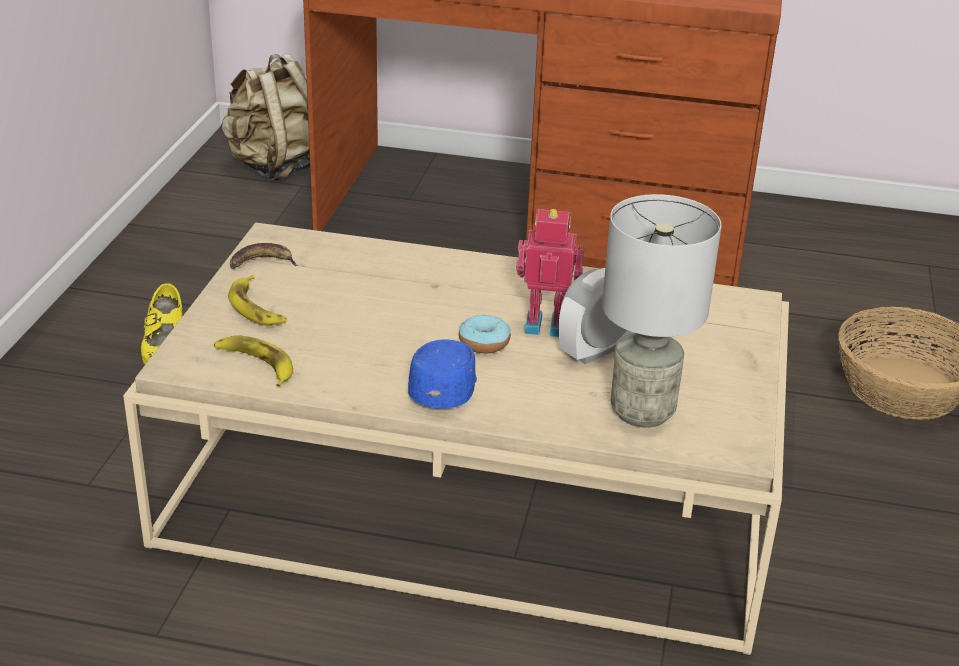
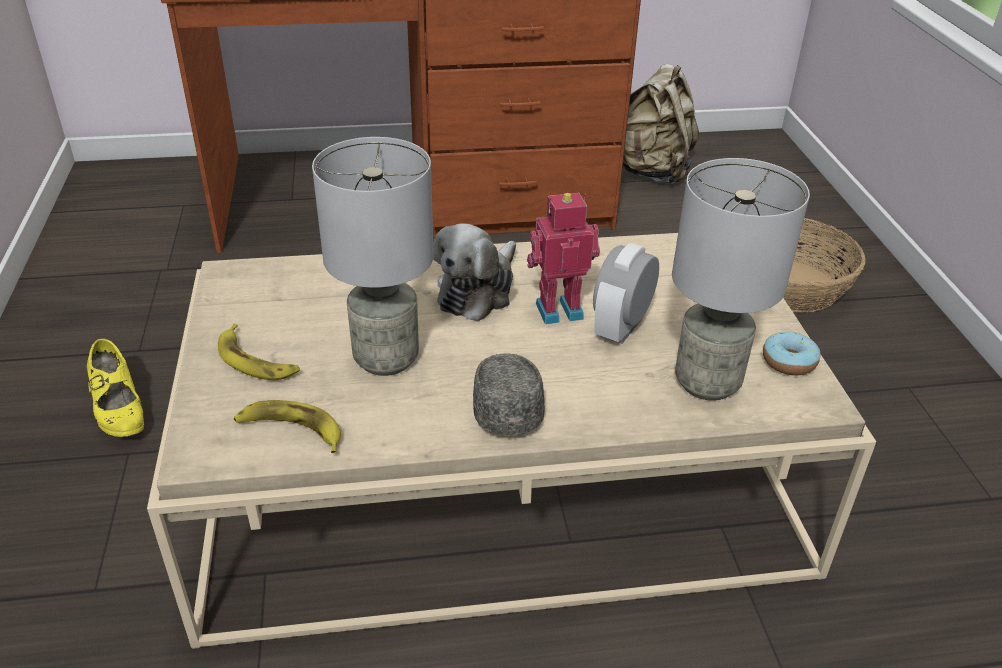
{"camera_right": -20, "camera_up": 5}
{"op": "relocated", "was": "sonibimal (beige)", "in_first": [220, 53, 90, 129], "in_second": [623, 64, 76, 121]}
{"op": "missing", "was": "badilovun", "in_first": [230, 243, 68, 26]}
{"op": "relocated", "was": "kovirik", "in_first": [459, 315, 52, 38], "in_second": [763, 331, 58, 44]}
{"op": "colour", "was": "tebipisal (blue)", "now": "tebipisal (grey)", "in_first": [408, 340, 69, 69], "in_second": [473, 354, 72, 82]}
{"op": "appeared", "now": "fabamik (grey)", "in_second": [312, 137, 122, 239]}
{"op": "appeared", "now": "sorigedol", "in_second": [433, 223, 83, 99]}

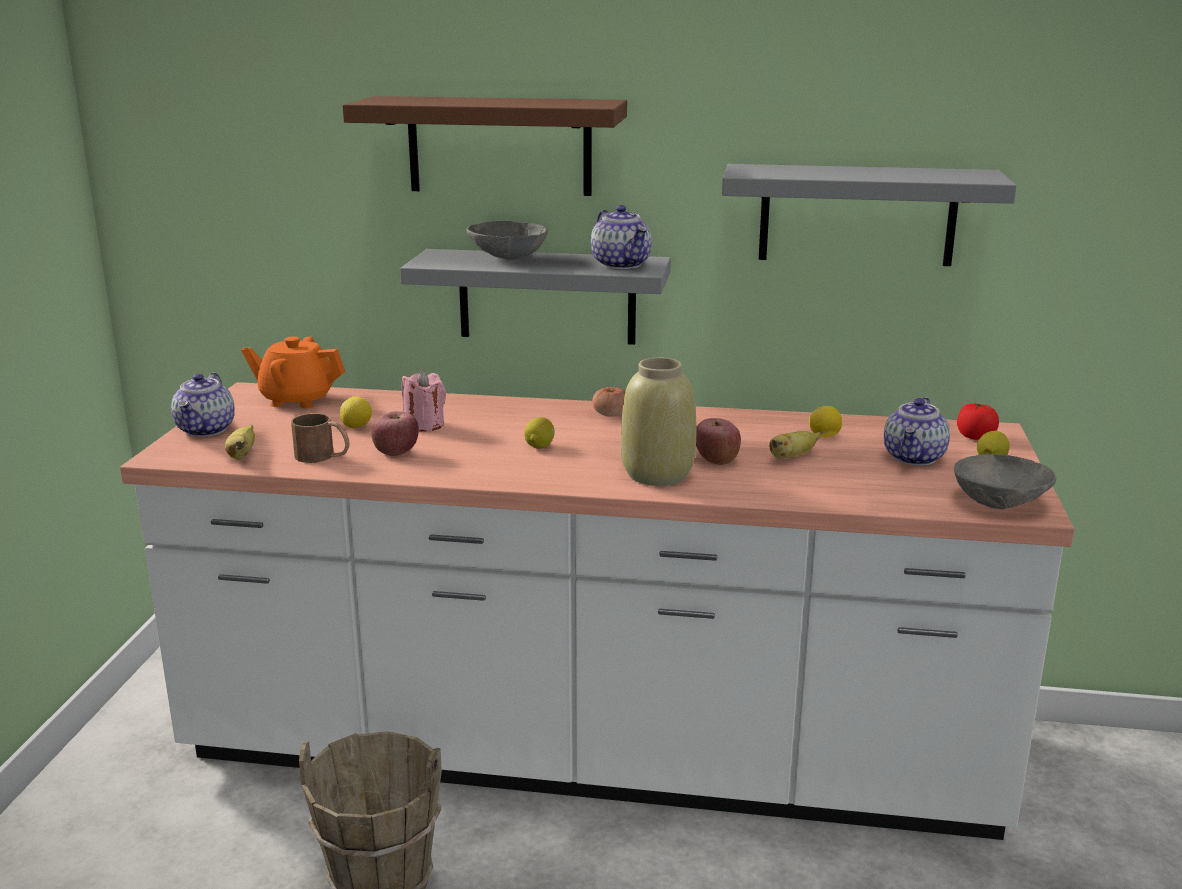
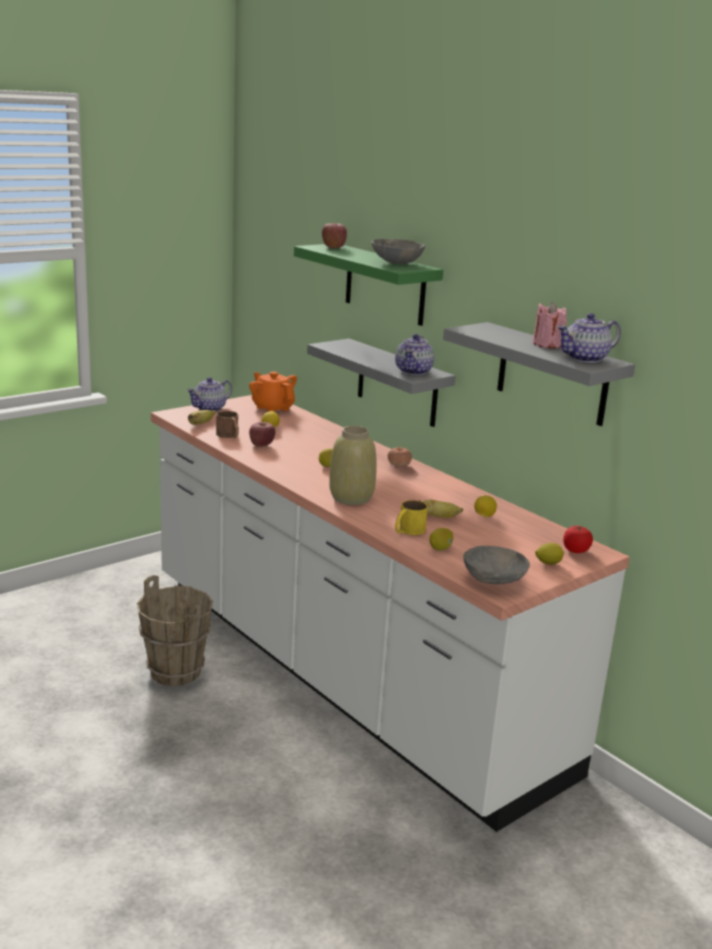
{"camera_right": 40, "camera_up": 0}
{"op": "colour", "was": "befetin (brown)", "now": "befetin (green)", "in_first": [343, 96, 284, 100], "in_second": [294, 244, 149, 82]}
{"op": "relocated", "was": "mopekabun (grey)", "in_first": [466, 221, 82, 39], "in_second": [371, 239, 54, 25]}
{"op": "relocated", "was": "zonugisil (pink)", "in_first": [402, 370, 44, 62], "in_second": [533, 302, 34, 46]}
{"op": "relocated", "was": "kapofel", "in_first": [884, 397, 66, 68], "in_second": [557, 313, 64, 50]}
{"op": "relocated", "was": "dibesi", "in_first": [696, 418, 45, 47], "in_second": [322, 223, 25, 25]}
{"op": "appeared", "now": "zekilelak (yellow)", "in_second": [395, 500, 33, 35]}
{"op": "appeared", "now": "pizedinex", "in_second": [429, 528, 24, 23]}

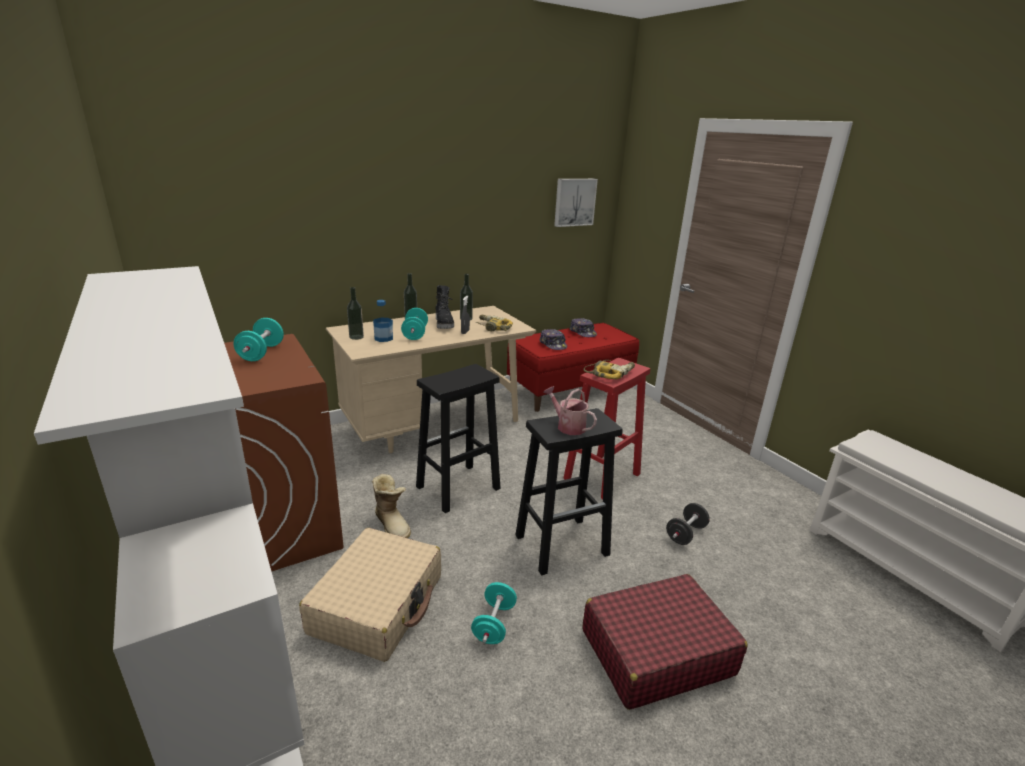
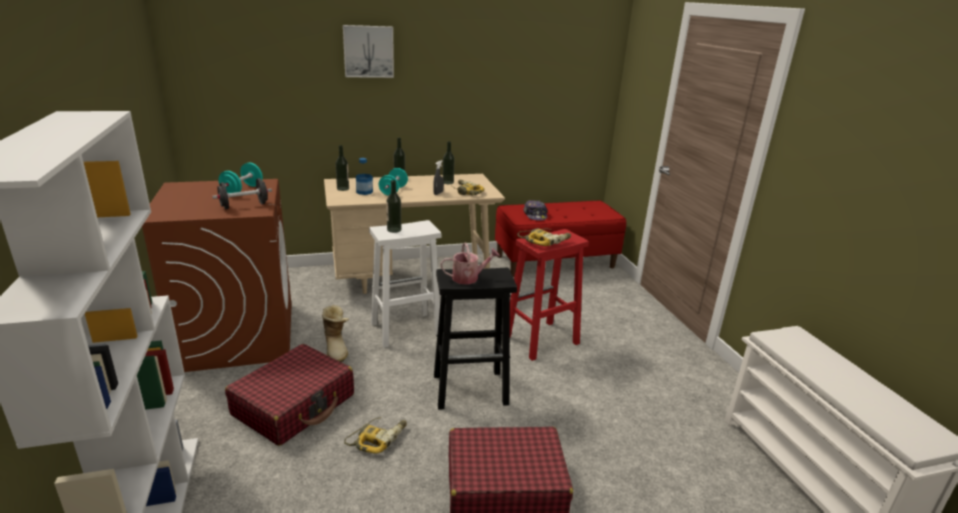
{"camera_right": 15, "camera_up": 0}
{"op": "relocated", "was": "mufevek", "in_first": [554, 179, 44, 48], "in_second": [343, 25, 51, 53]}
{"op": "missing", "was": "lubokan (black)", "in_first": [435, 285, 19, 44]}
{"op": "missing", "was": "tebipisal", "in_first": [569, 318, 28, 19]}
{"op": "colour", "was": "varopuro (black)", "now": "varopuro (white)", "in_first": [416, 364, 84, 149], "in_second": [369, 220, 72, 128]}
{"op": "spun", "was": "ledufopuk", "in_first": [543, 386, 54, 49], "in_second": [441, 242, 59, 43], "clockwise": 105}
{"op": "relocated", "was": "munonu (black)", "in_first": [666, 503, 44, 42], "in_second": [212, 178, 60, 31]}
{"op": "colour", "was": "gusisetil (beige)", "now": "gusisetil (red)", "in_first": [299, 528, 142, 134], "in_second": [225, 344, 129, 102]}
{"op": "exchanged", "was": "munonu (turquoise)", "now": "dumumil", "in_first": [471, 582, 46, 62], "in_second": [344, 417, 63, 37]}
{"op": "appeared", "now": "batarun", "in_second": [386, 180, 15, 53]}

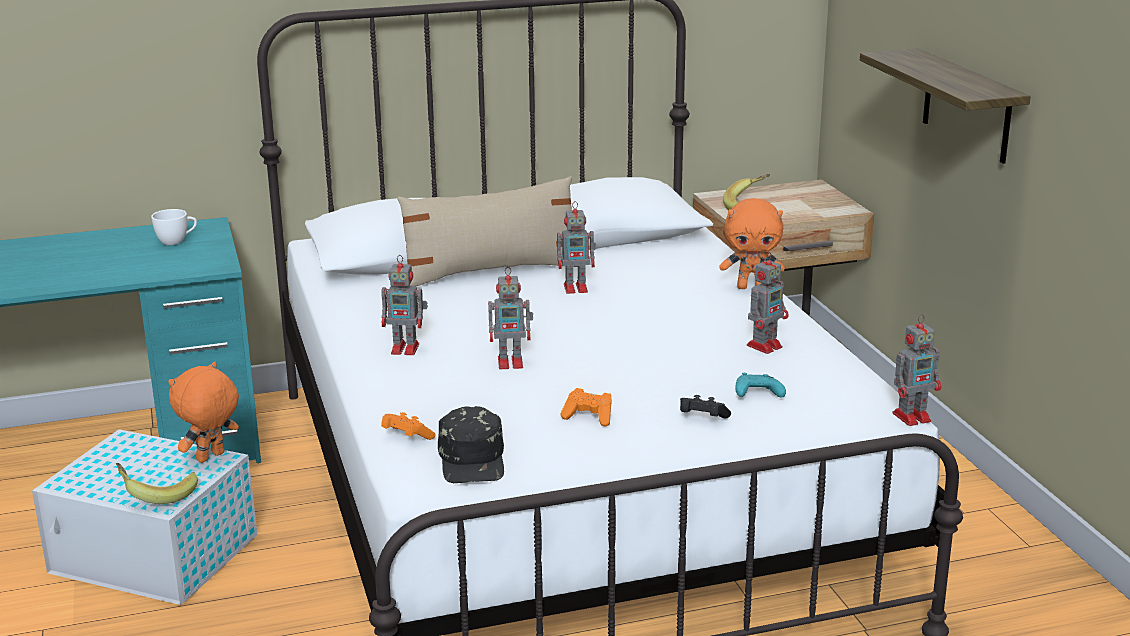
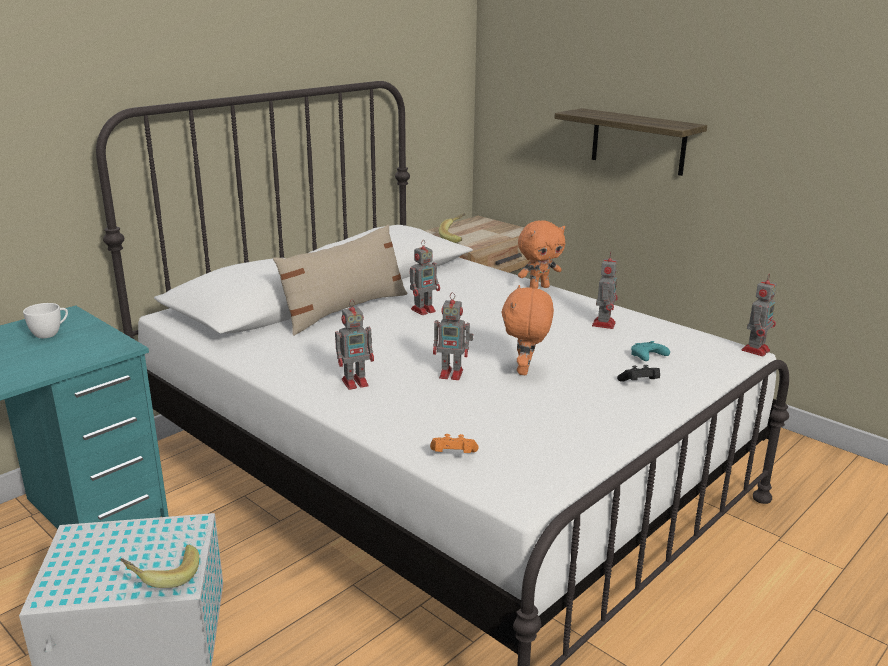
{"camera_right": -30, "camera_up": 0}
{"op": "spun", "was": "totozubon", "in_first": [488, 267, 45, 102], "in_second": [433, 293, 40, 87], "clockwise": 45}
{"op": "relocated", "was": "sorigedol (orange)", "in_first": [168, 362, 71, 101], "in_second": [502, 285, 52, 90]}
{"op": "missing", "was": "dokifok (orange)", "in_first": [560, 388, 52, 38]}
{"op": "missing", "was": "tebipisal (black)", "in_first": [438, 406, 66, 77]}

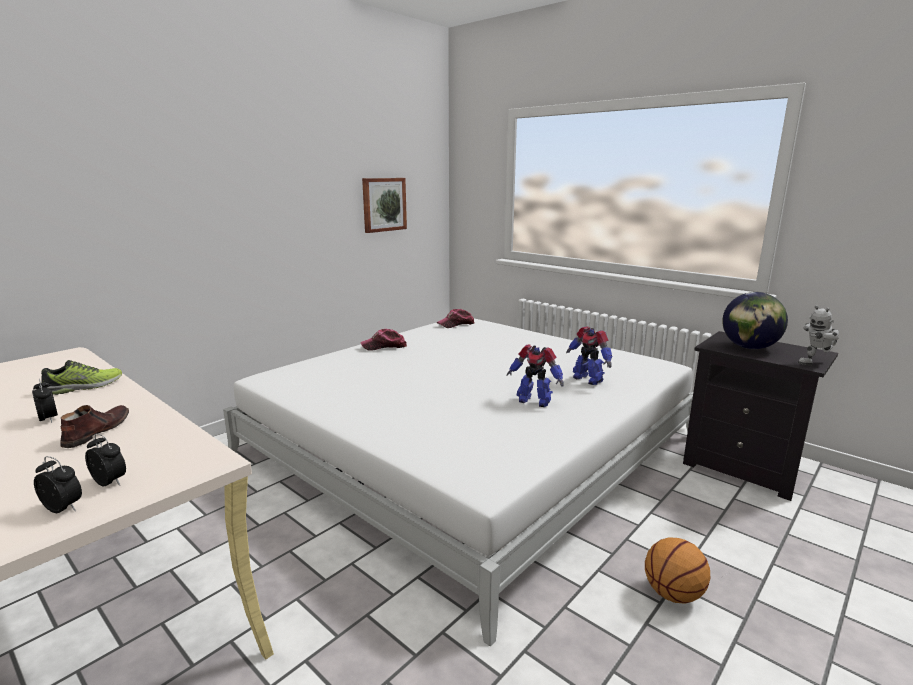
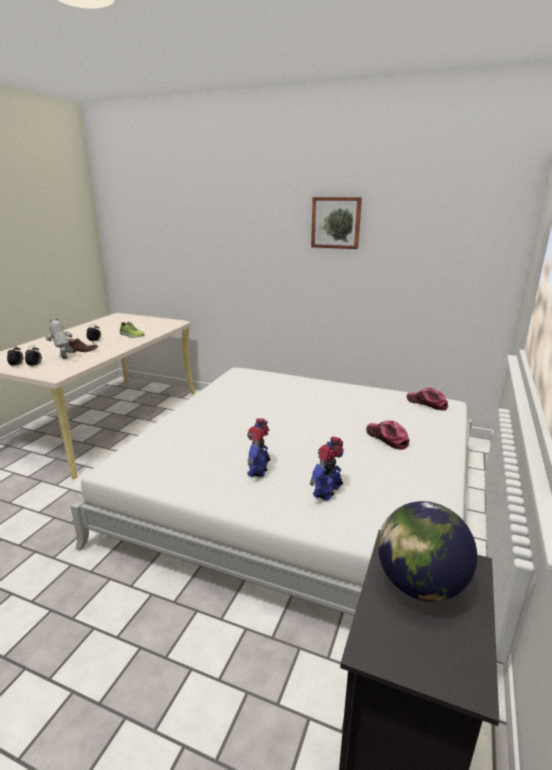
{"camera_right": 70, "camera_up": 5}
{"op": "relocated", "was": "mufevek", "in_first": [362, 178, 45, 55], "in_second": [311, 197, 51, 52]}
{"op": "relocated", "was": "totozubon", "in_first": [798, 305, 41, 60], "in_second": [45, 318, 29, 40]}
{"op": "relocated", "was": "tebipisal", "in_first": [360, 329, 47, 22], "in_second": [366, 420, 43, 30]}
{"op": "missing", "was": "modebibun", "in_first": [645, 537, 65, 67]}

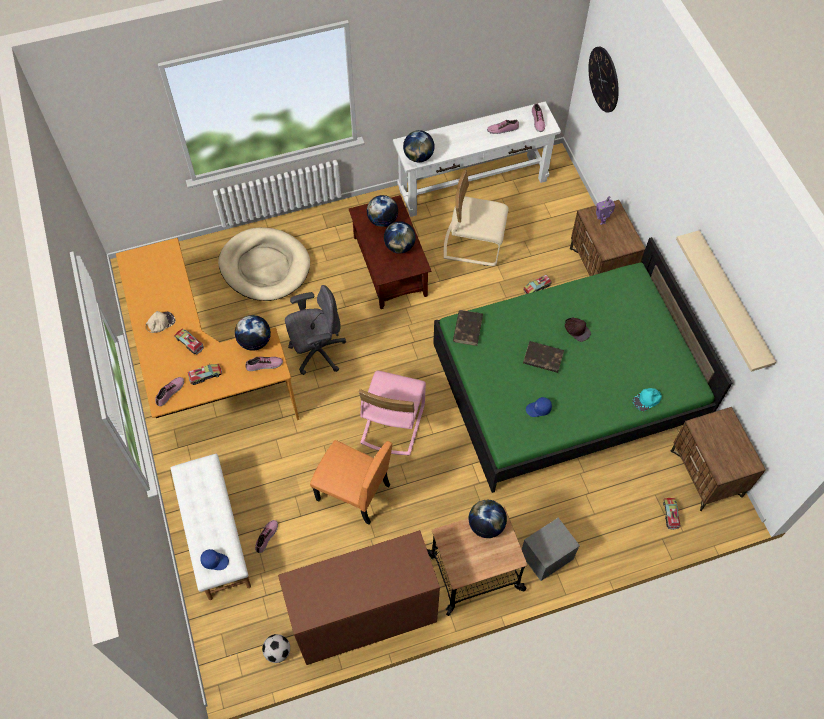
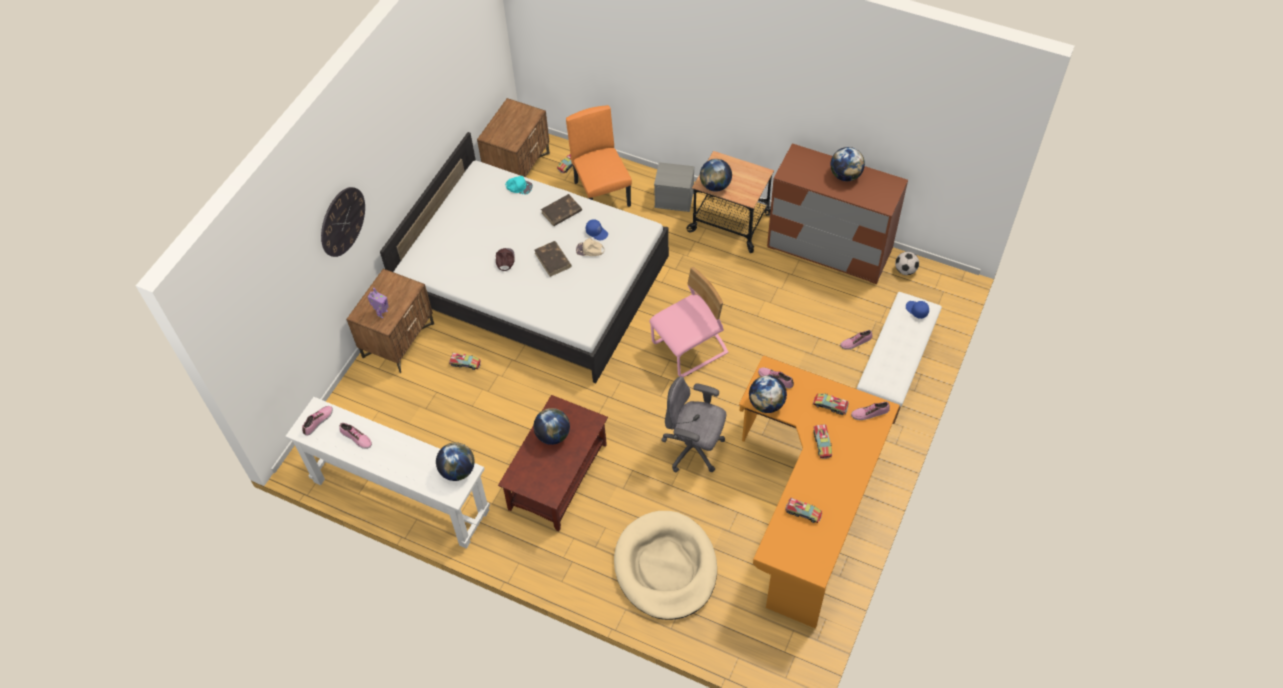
{"camera_right": -135, "camera_up": -5}
{"op": "relocated", "was": "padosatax", "in_first": [588, 47, 31, 66], "in_second": [321, 187, 44, 70]}
{"op": "missing", "was": "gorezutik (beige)", "in_first": [444, 170, 64, 96]}
{"op": "relocated", "was": "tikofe", "in_first": [367, 195, 31, 32], "in_second": [830, 147, 35, 34]}
{"op": "missing", "was": "befetin (beige)", "in_first": [676, 230, 100, 142]}
{"op": "colour", "was": "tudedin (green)", "now": "tudedin (white)", "in_first": [433, 237, 299, 256], "in_second": [380, 132, 289, 252]}
{"op": "relocated", "was": "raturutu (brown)", "in_first": [453, 310, 30, 36], "in_second": [541, 194, 41, 32]}
{"op": "relocated", "was": "tebipisal (beige)", "in_first": [146, 311, 29, 22], "in_second": [576, 238, 29, 18]}
{"op": "relocated", "was": "gorezutik (orange)", "in_first": [310, 440, 82, 84], "in_second": [566, 105, 66, 102]}
{"op": "appeared", "now": "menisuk", "in_second": [785, 497, 37, 26]}

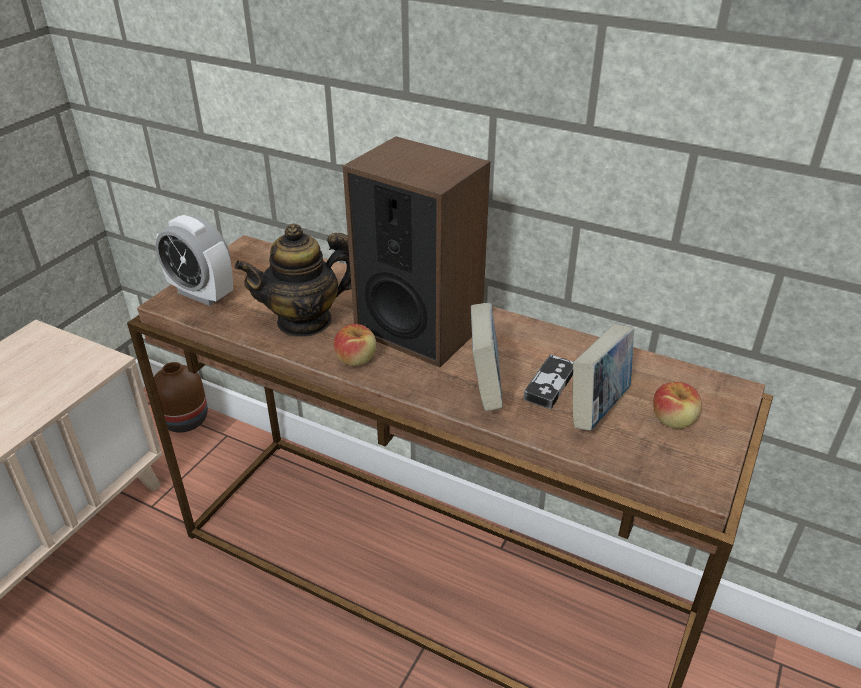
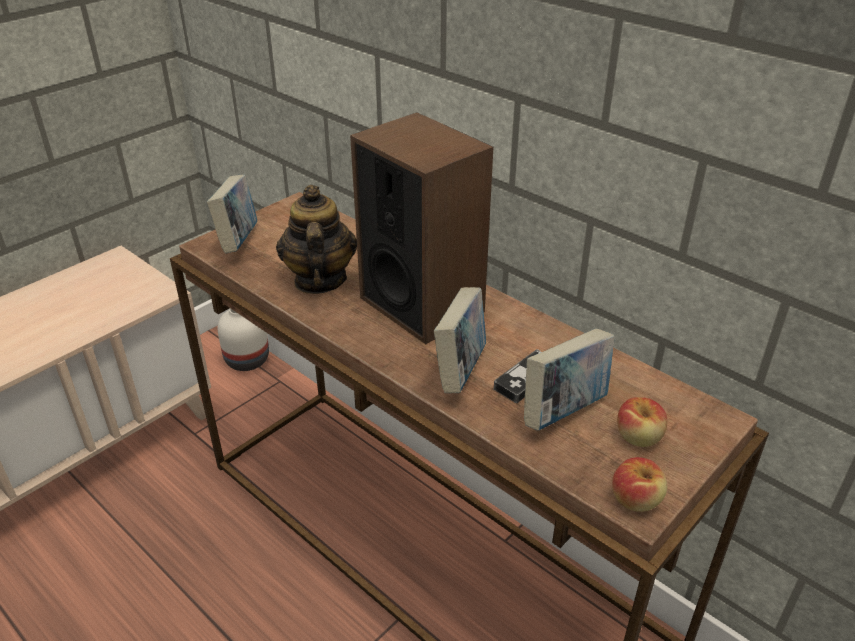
{"camera_right": 15, "camera_up": 0}
{"op": "exchanged", "was": "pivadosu", "now": "raturutu", "in_first": [155, 215, 78, 91], "in_second": [207, 174, 50, 79]}
{"op": "spun", "was": "kapofel", "in_first": [235, 223, 116, 114], "in_second": [276, 185, 81, 109], "clockwise": 90}
{"op": "relocated", "was": "dibesi", "in_first": [334, 324, 42, 42], "in_second": [612, 457, 55, 55]}
{"op": "colour", "was": "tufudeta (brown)", "now": "tufudeta (white)", "in_first": [154, 362, 54, 71], "in_second": [217, 308, 52, 63]}

